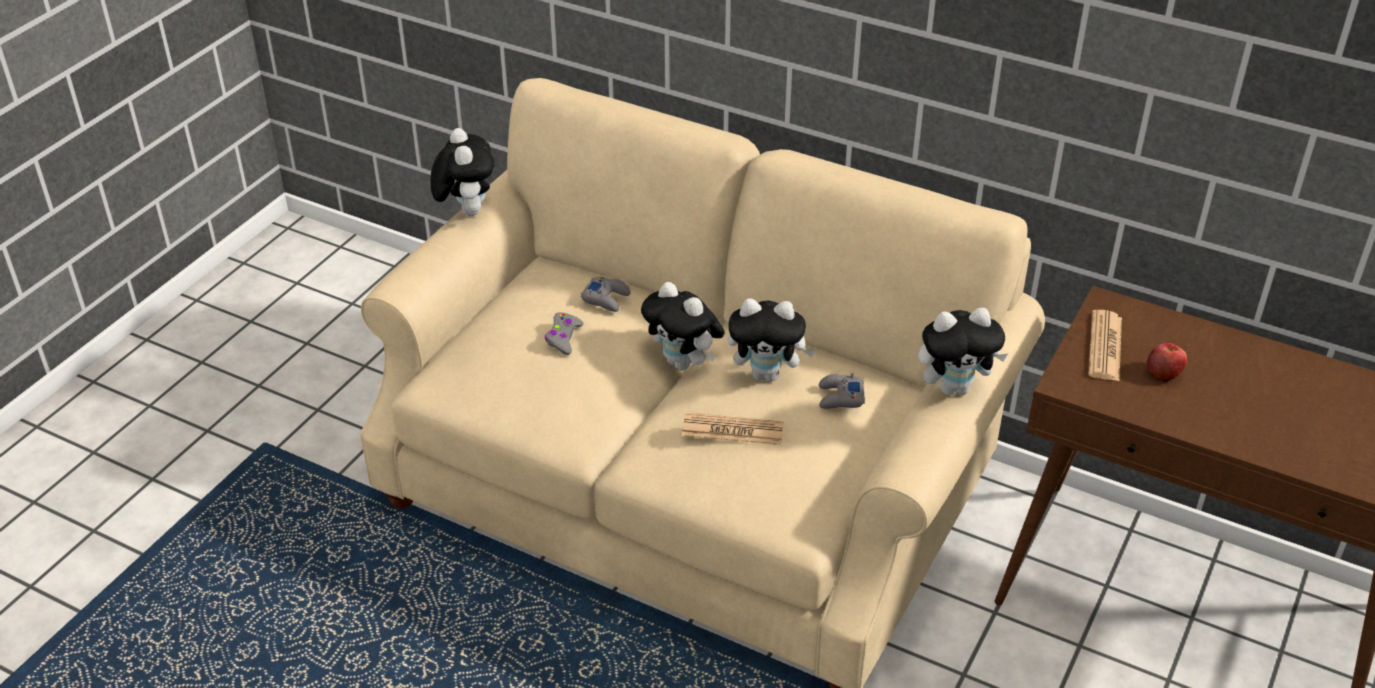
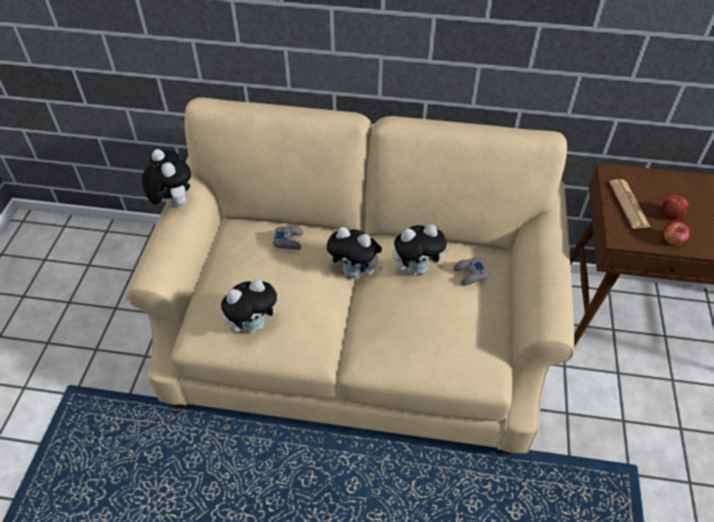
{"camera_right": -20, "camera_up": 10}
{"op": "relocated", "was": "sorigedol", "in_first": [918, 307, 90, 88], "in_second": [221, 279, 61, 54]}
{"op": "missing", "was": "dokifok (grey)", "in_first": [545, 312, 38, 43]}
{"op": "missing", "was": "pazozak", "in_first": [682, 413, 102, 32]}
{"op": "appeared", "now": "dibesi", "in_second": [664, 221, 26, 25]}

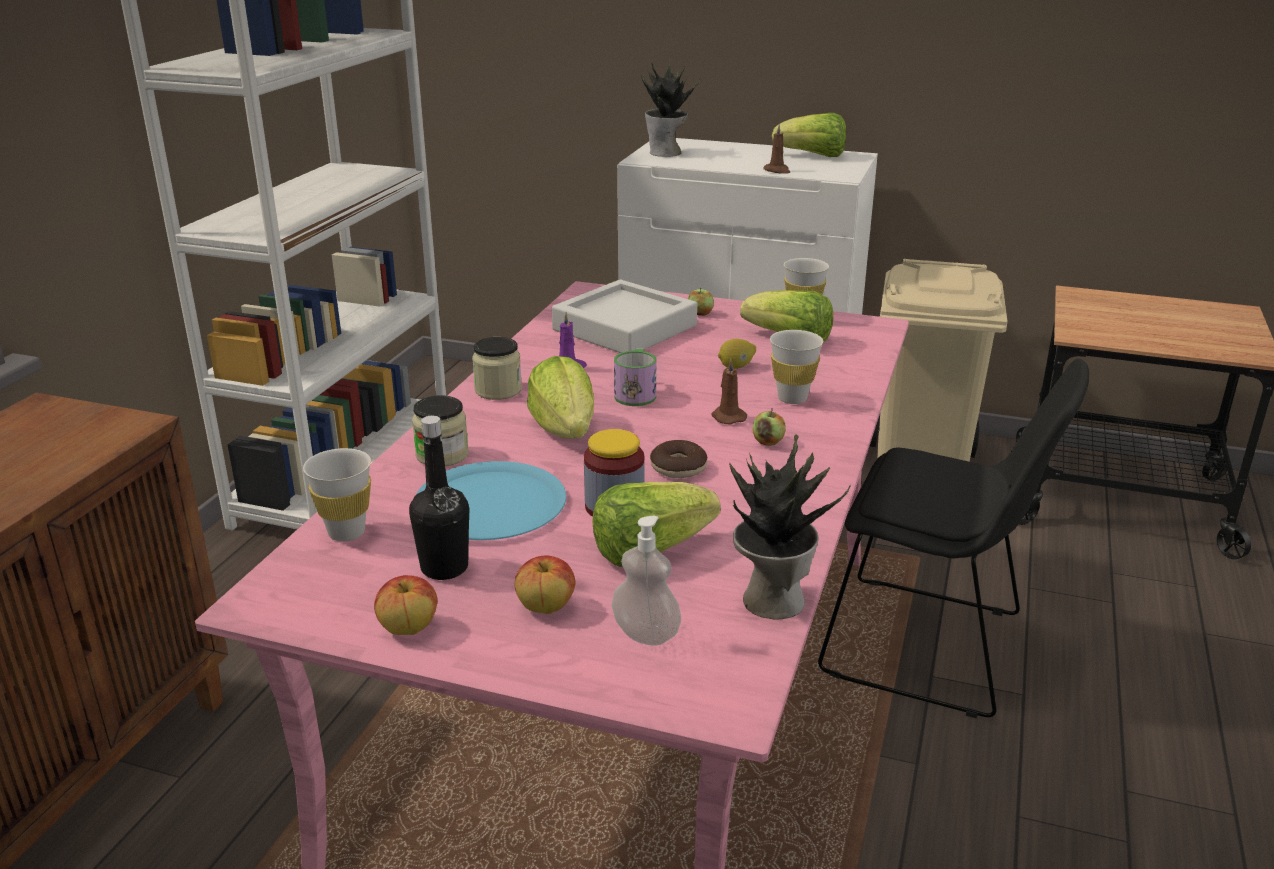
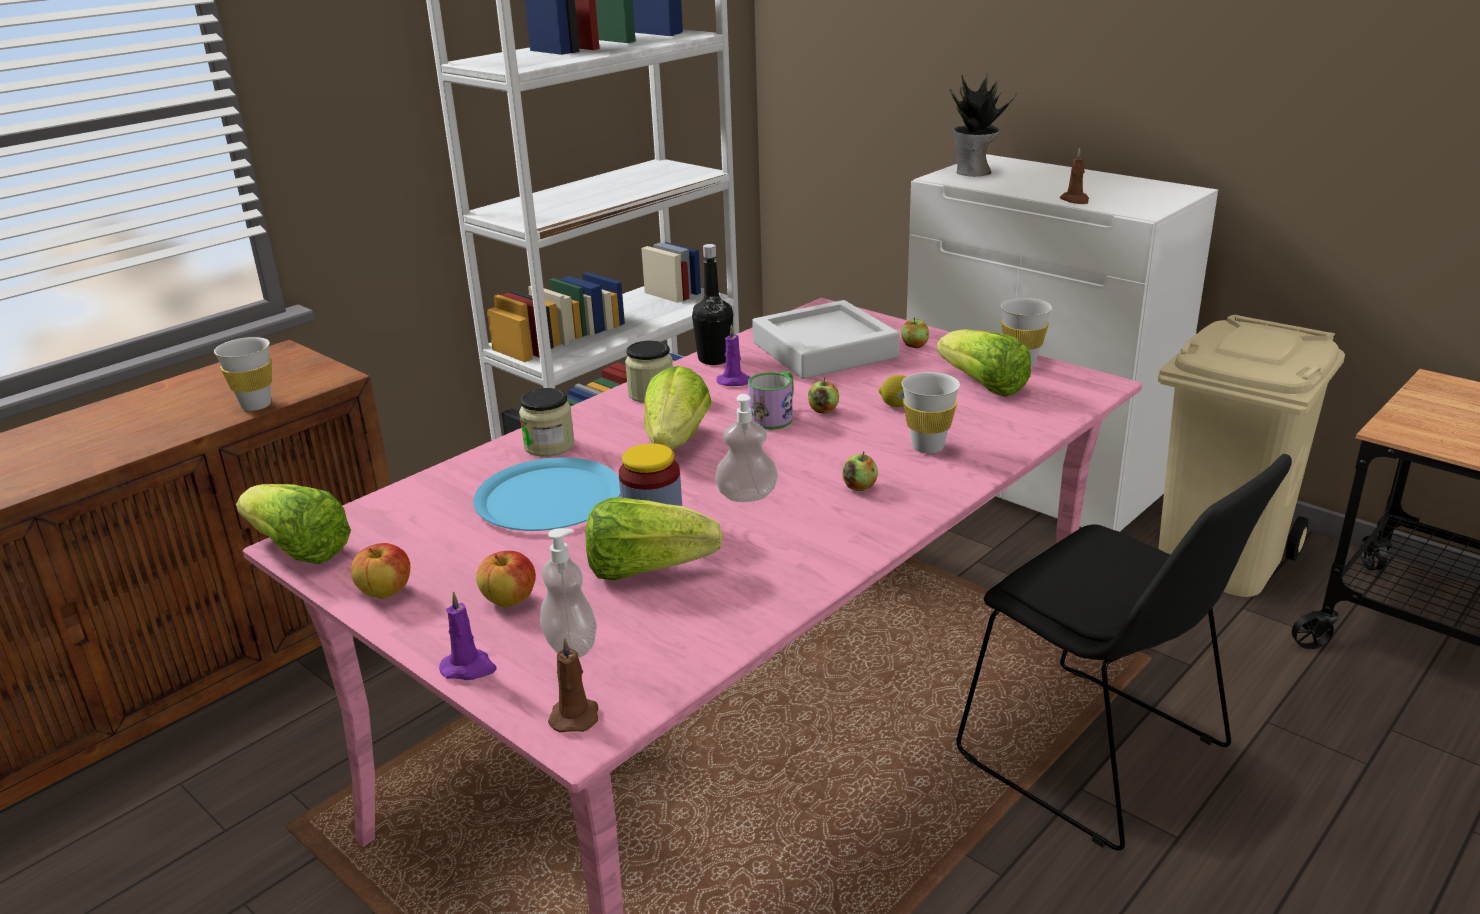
{"camera_right": 25, "camera_up": 0}
{"op": "relocated", "was": "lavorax", "in_first": [772, 113, 74, 44], "in_second": [236, 484, 115, 80]}
{"op": "relocated", "was": "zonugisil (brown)", "in_first": [711, 358, 36, 66], "in_second": [548, 638, 50, 95]}
{"op": "relocated", "was": "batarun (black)", "in_first": [409, 416, 60, 164], "in_second": [692, 244, 41, 121]}
{"op": "missing", "was": "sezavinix", "in_first": [729, 434, 122, 186]}
{"op": "exchanged", "was": "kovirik", "now": "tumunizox", "in_first": [650, 440, 57, 38], "in_second": [715, 394, 63, 108]}
{"op": "relocated", "was": "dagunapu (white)", "in_first": [303, 448, 68, 94], "in_second": [214, 337, 58, 74]}
{"op": "appeared", "now": "dibesi", "in_second": [808, 378, 31, 36]}
{"op": "appeared", "now": "zonugisil (purple)", "in_second": [439, 591, 58, 89]}

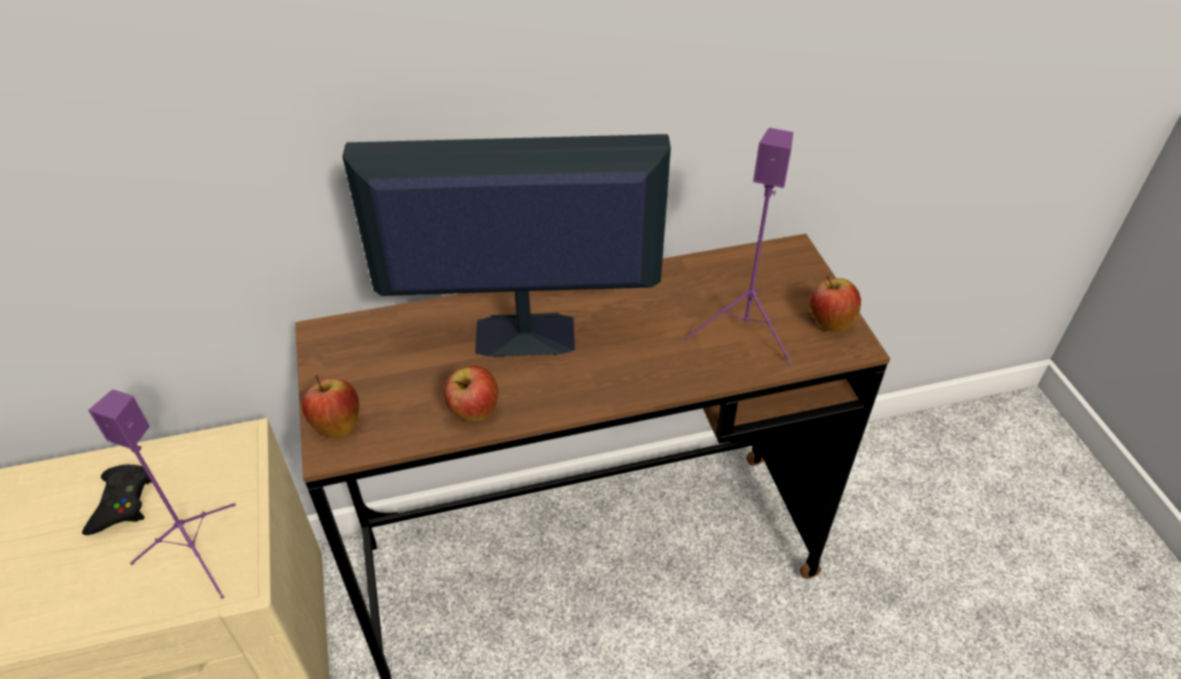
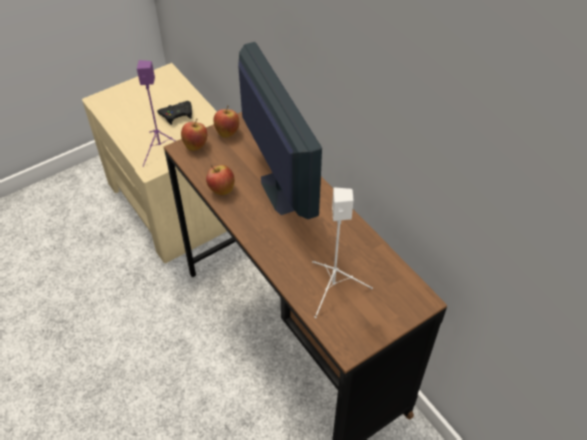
{"camera_right": 70, "camera_up": 5}
{"op": "colour", "was": "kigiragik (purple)", "now": "kigiragik (white)", "in_first": [685, 128, 108, 237], "in_second": [312, 187, 61, 131]}
{"op": "relocated", "was": "dibesi", "in_first": [810, 275, 51, 56], "in_second": [213, 105, 26, 33]}

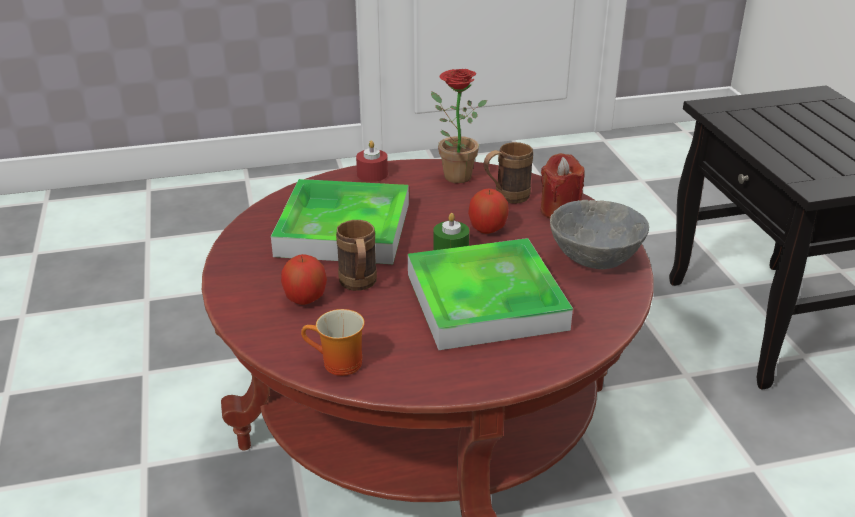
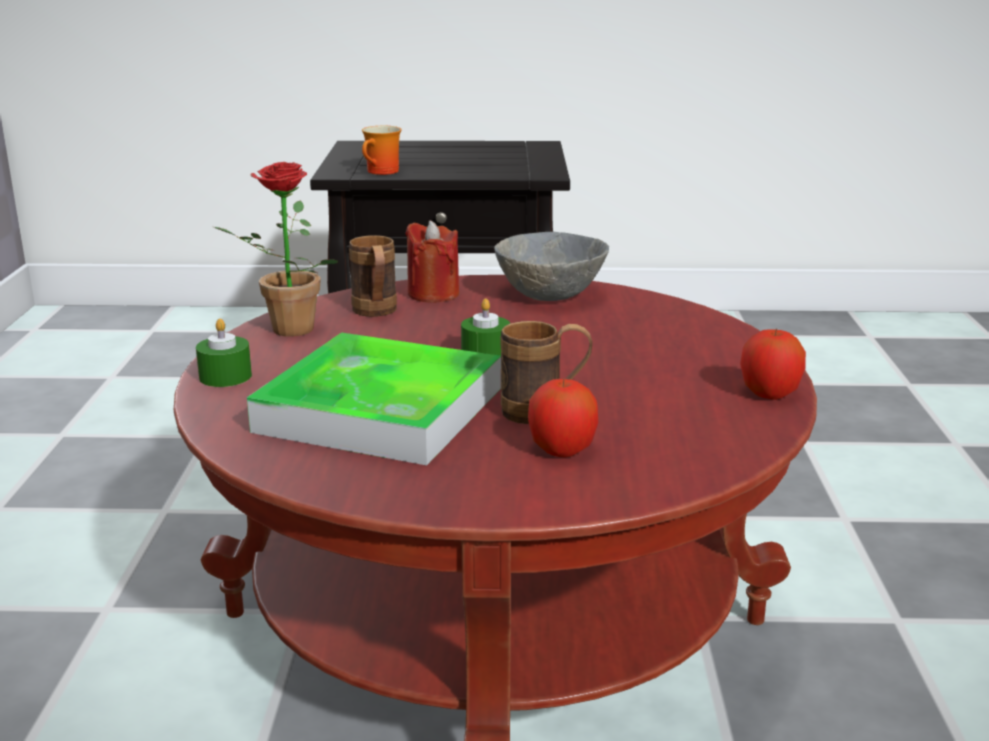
{"camera_right": -75, "camera_up": -10}
{"op": "colour", "was": "zonugisil (red)", "now": "zonugisil (green)", "in_first": [356, 140, 32, 42], "in_second": [196, 319, 56, 68]}
{"op": "relocated", "was": "dibesi", "in_first": [468, 189, 41, 45], "in_second": [740, 328, 66, 72]}
{"op": "missing", "was": "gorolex", "in_first": [408, 238, 165, 112]}
{"op": "relocated", "was": "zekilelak", "in_first": [301, 309, 64, 67], "in_second": [362, 126, 40, 49]}

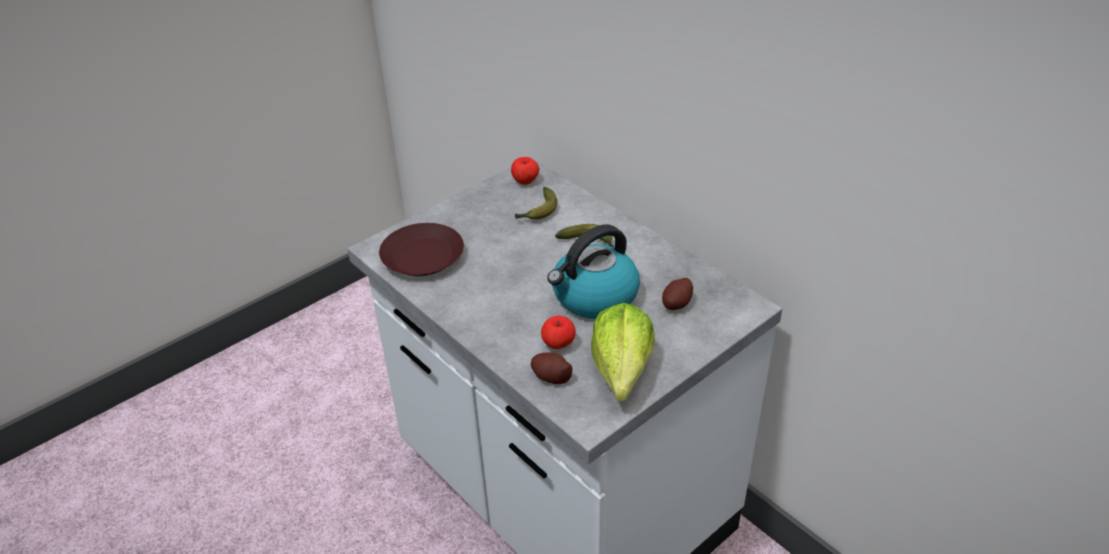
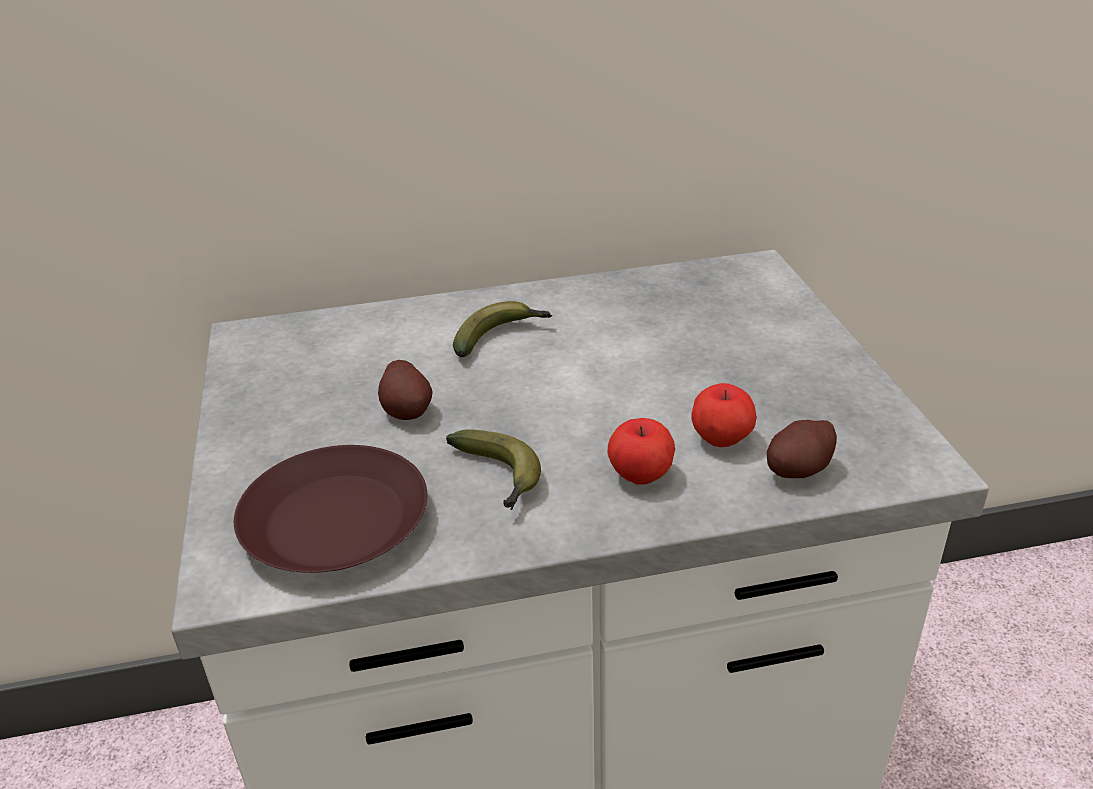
{"camera_right": -60, "camera_up": -5}
{"op": "relocated", "was": "dibesi", "in_first": [511, 157, 28, 28], "in_second": [607, 418, 68, 67]}
{"op": "relocated", "was": "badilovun", "in_first": [515, 187, 42, 33], "in_second": [446, 429, 95, 81]}
{"op": "missing", "was": "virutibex", "in_first": [547, 224, 93, 95]}
{"op": "relocated", "was": "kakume", "in_first": [662, 278, 31, 32], "in_second": [378, 360, 55, 60]}
{"op": "missing", "was": "lavorax", "in_first": [591, 303, 64, 98]}

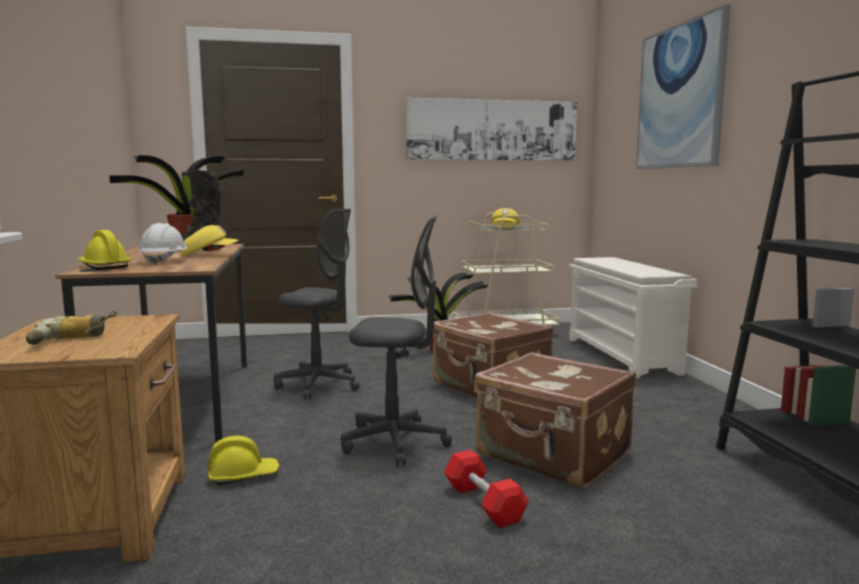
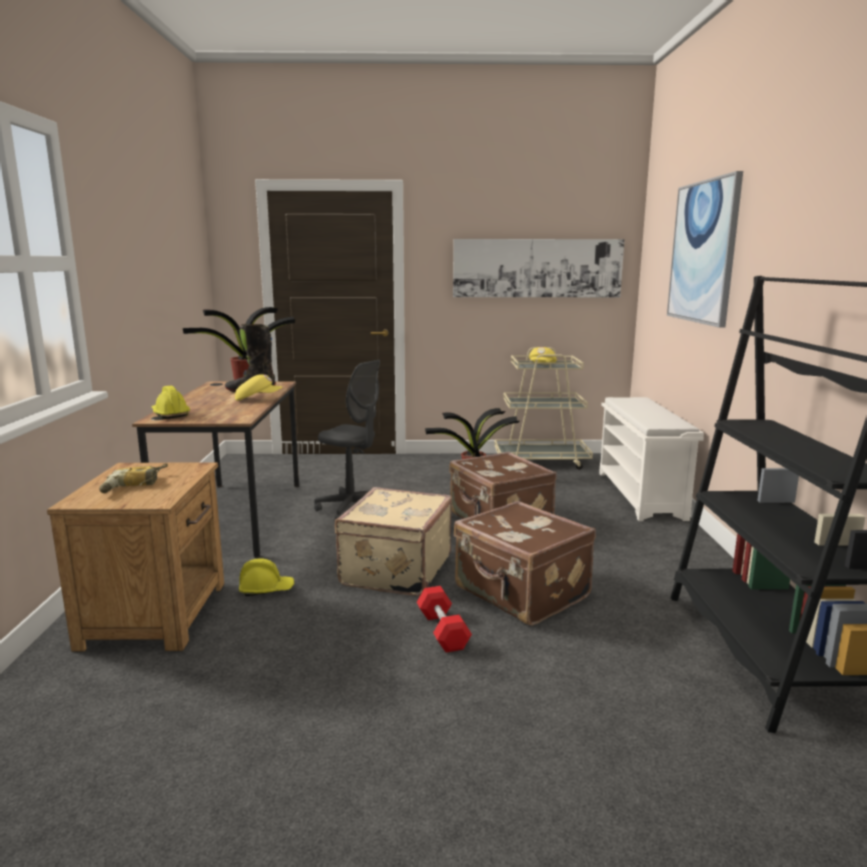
{"camera_right": 10, "camera_up": 5}
{"op": "exchanged", "was": "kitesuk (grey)", "now": "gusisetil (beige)", "in_first": [341, 216, 111, 250], "in_second": [335, 487, 117, 109]}
{"op": "missing", "was": "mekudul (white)", "in_first": [138, 223, 50, 42]}

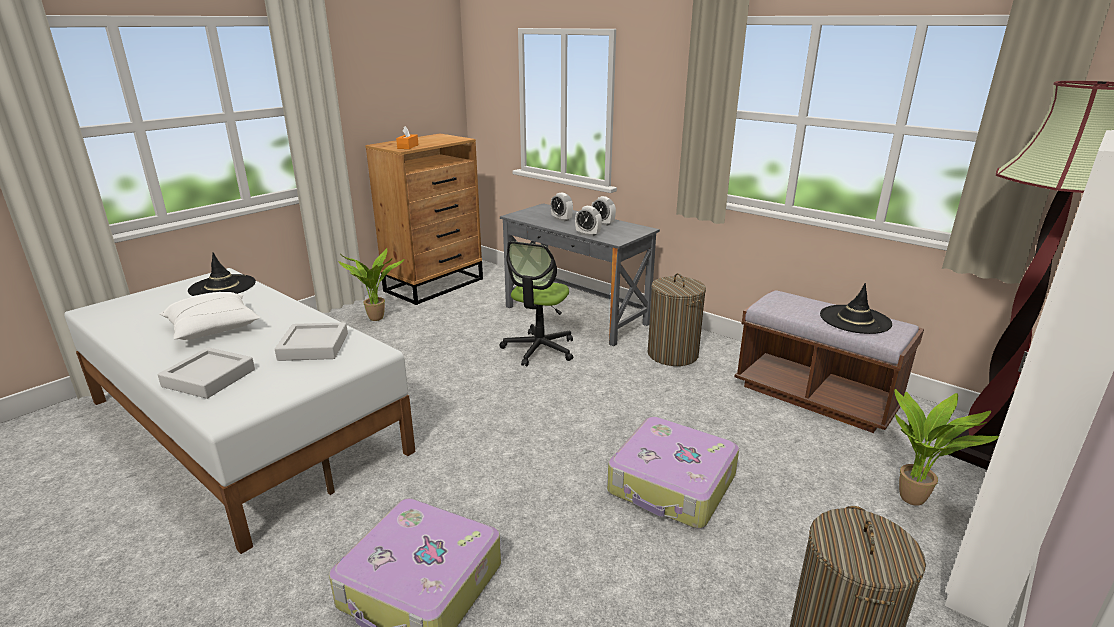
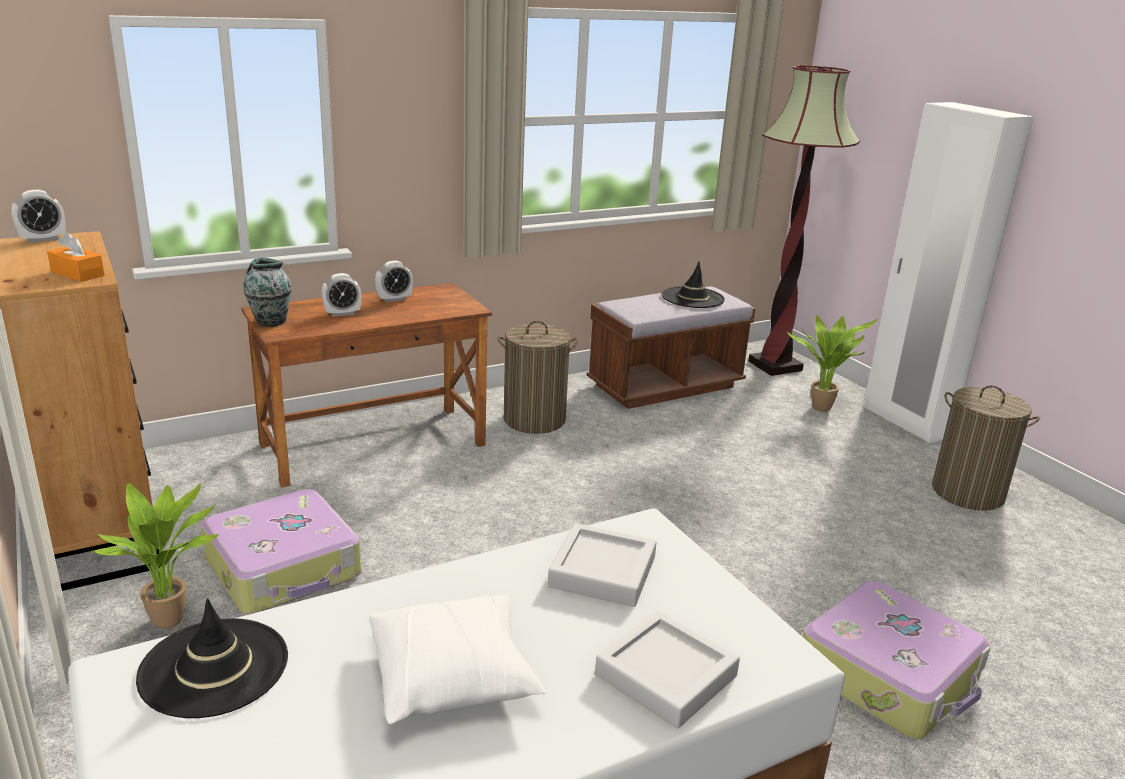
{"camera_right": -70, "camera_up": 0}
{"op": "colour", "was": "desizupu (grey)", "now": "desizupu (brown)", "in_first": [500, 203, 160, 143], "in_second": [241, 283, 251, 204]}
{"op": "relocated", "was": "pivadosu", "in_first": [575, 206, 27, 31], "in_second": [11, 190, 55, 53]}
{"op": "missing", "was": "kitesuk", "in_first": [499, 241, 74, 125]}
{"op": "relocated", "was": "gusisetil", "in_first": [607, 417, 132, 111], "in_second": [201, 489, 160, 125]}
{"op": "appeared", "now": "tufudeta", "in_second": [243, 257, 49, 70]}

